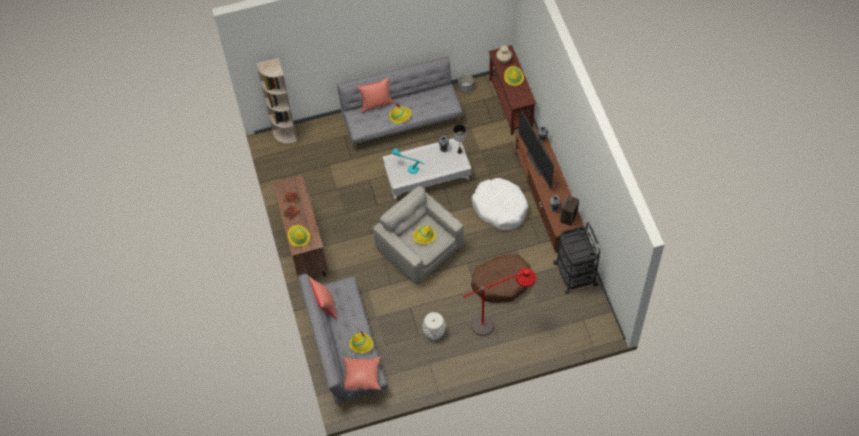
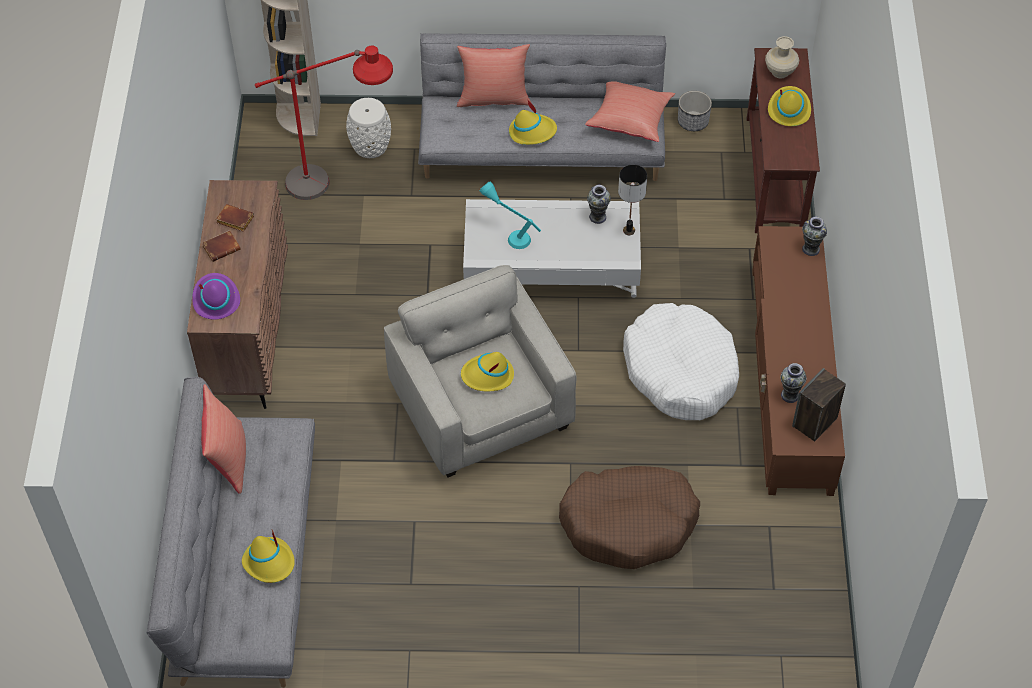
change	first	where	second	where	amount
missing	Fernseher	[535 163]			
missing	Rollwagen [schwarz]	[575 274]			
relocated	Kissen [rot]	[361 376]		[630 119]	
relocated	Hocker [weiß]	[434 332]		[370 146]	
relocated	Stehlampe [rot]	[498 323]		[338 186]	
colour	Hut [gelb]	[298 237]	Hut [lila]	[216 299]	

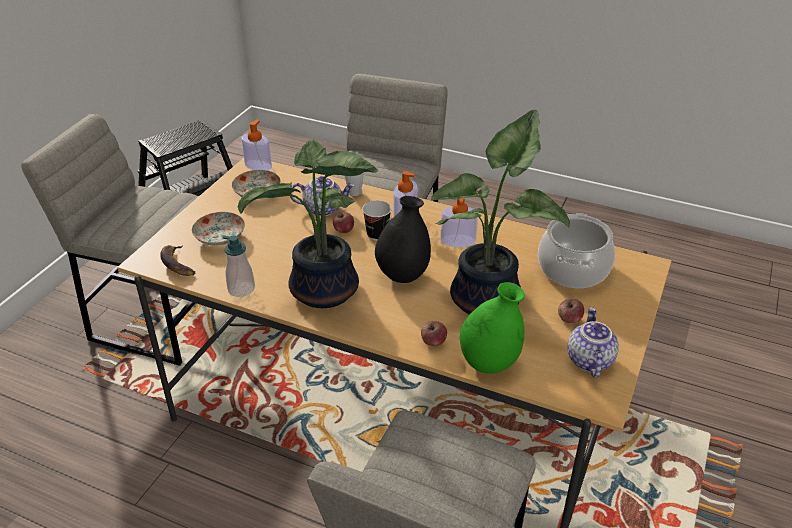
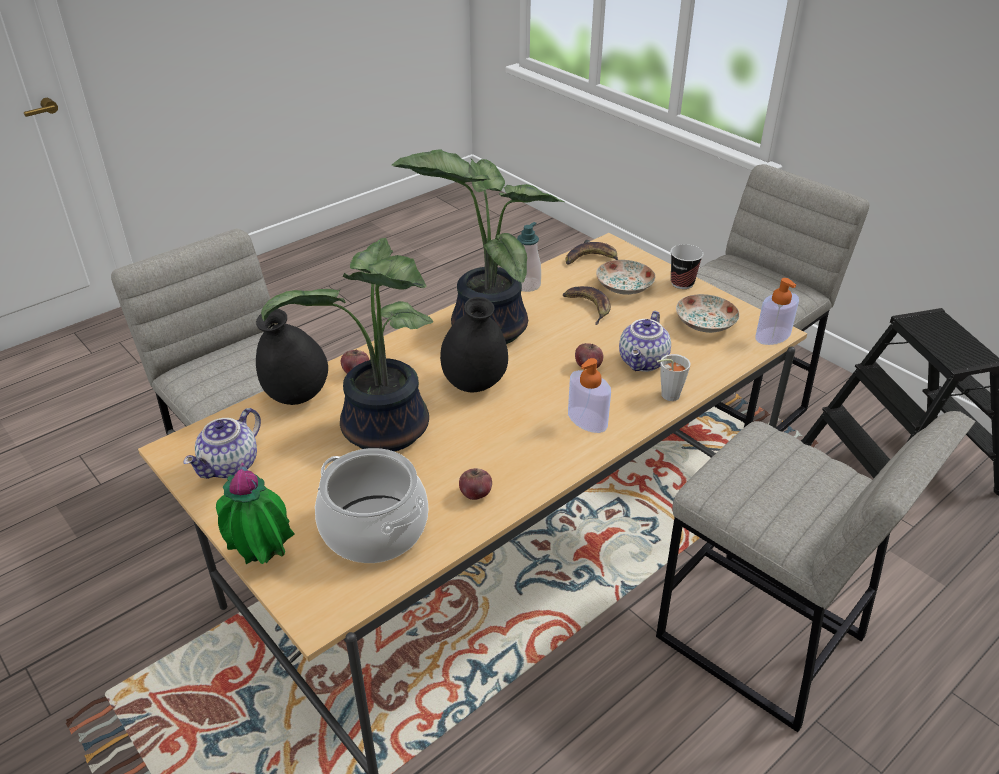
change	first	where	second	where	amount
missing	Seifenspender	[458 241]			
appeared			Topfpflanze	[262 560]	
appeared			Banane	[589 307]	
relocated	Tasse	[377 234]		[682 283]	
relocated	Apfel	[569 319]		[475 494]	
colour	Vase [grün]	[489 362]	Vase [schwarz]	[297 397]	
spun	Teekanne	[588 360]		[231 466]	90 degrees clockwise

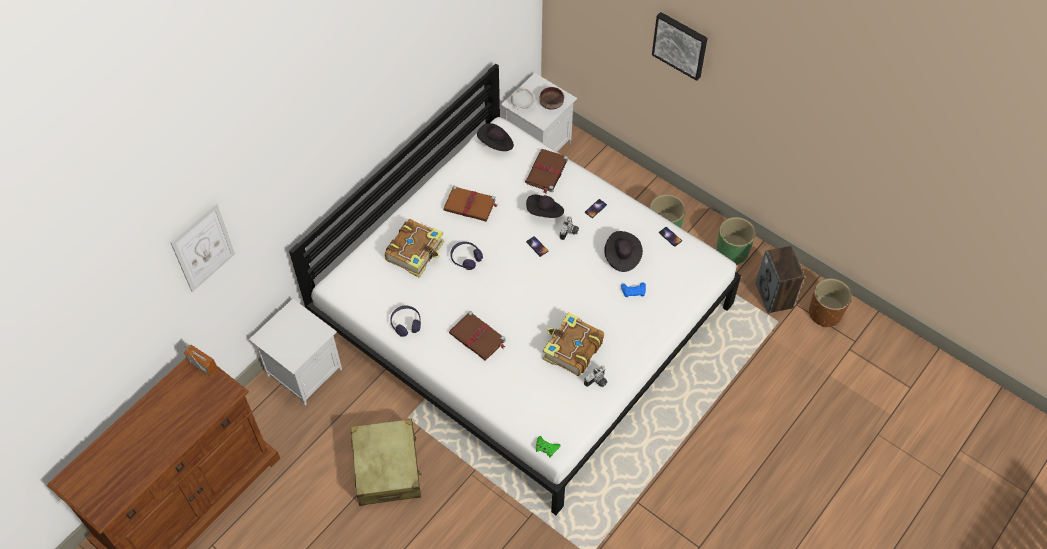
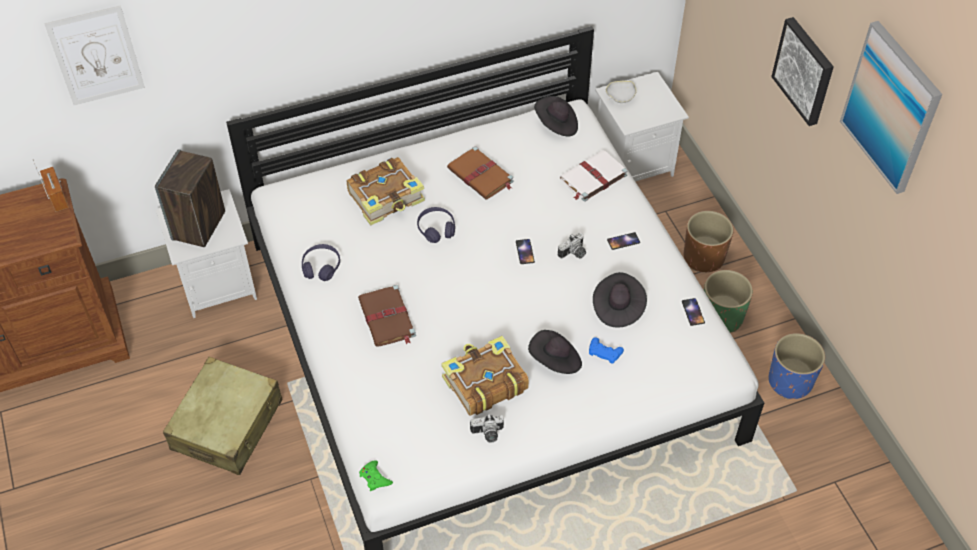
change	first	where	second	where	amount
missing	Schüssel [braun]	[550 103]			
appeared			Bild	[891 107]	
relocated	Hut [schwarz]	[545 213]		[555 361]	
relocated	Lautsprecher	[774 296]		[198 226]	
relocated	Pflanzkübel [braun]	[825 313]		[704 258]	
colour	Buch [braun]	[546 172]	Buch [weiß]	[592 178]	
colour	Pflanzkübel [grün]	[732 252]	Pflanzkübel [blau]	[790 382]	

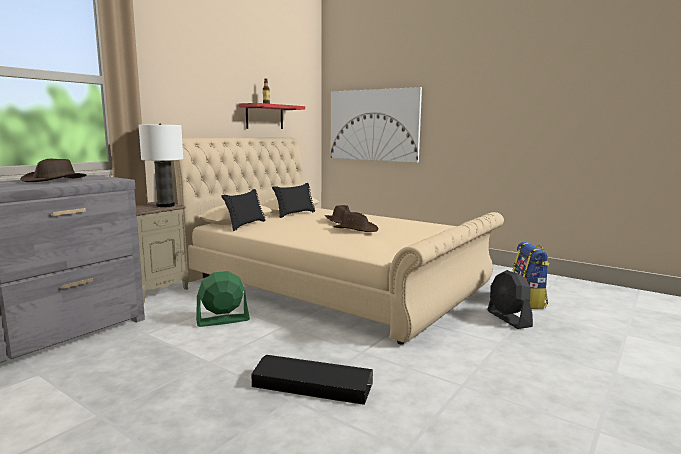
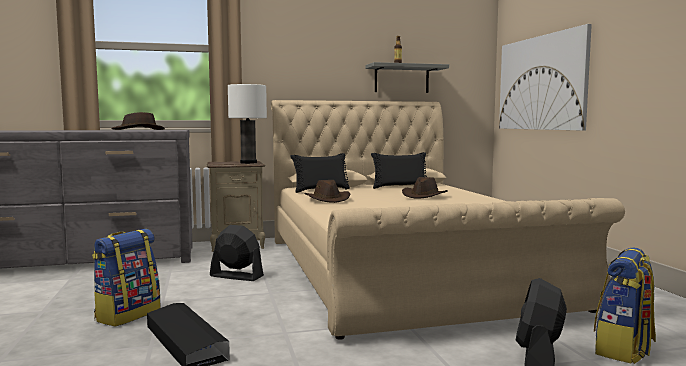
change	first	where	second	where	amount
appeared			Rucksack	[128 314]	
relocated	Hut [braun]	[355 229]		[328 199]	
colour	Ventilator [grün]	[222 320]	Ventilator [schwarz]	[236 276]	
colour	Wandregal [rot]	[264 117]	Wandregal [grau]	[401 79]	

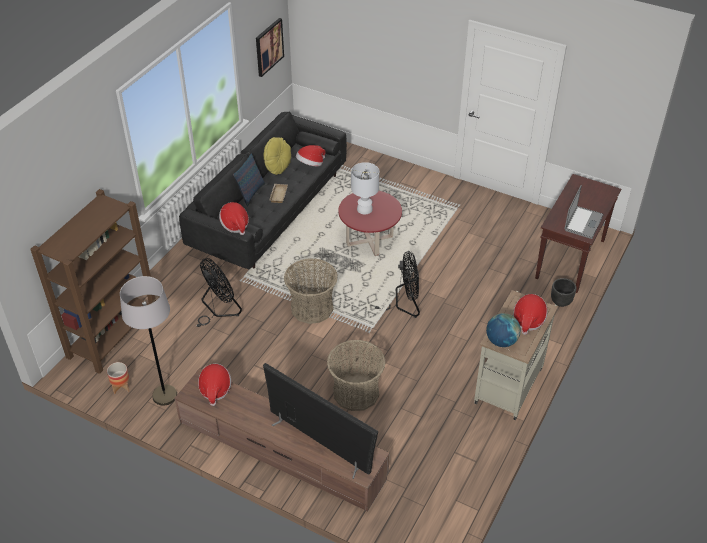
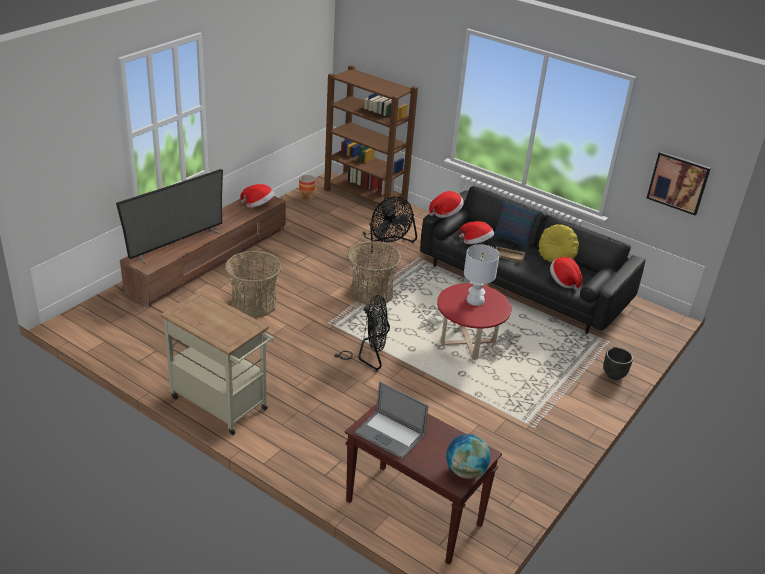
change	first	where	second	where	amount
missing	Stehlampe [grau]	[164 395]			
relocated	Globus	[501 341]		[465 471]	
relocated	Hut	[528 320]		[476 243]	
relocated	Pflanzkübel [schwarz]	[560 302]		[613 375]	
spun	Ventilator [schwarz]	[404 300]		[369 352]	90 degrees counterclockwise

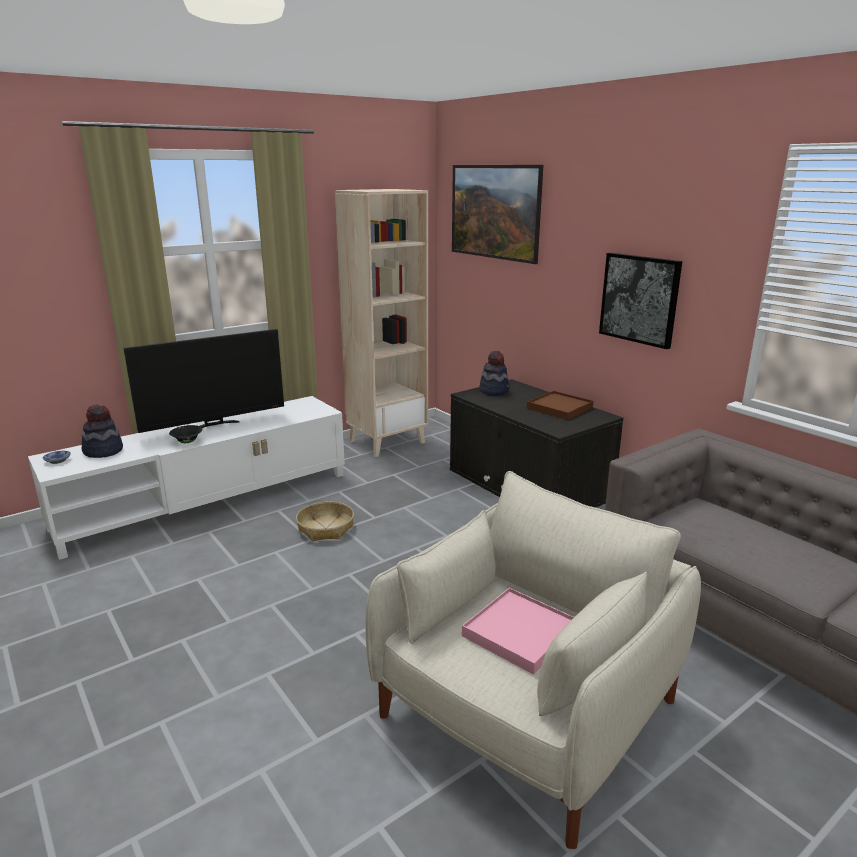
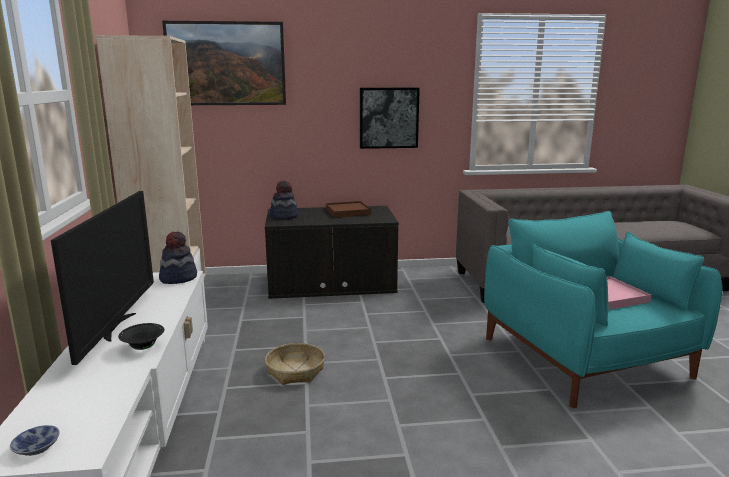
change	first	where	second	where	amount
relocated	Hut	[103 451]		[178 278]	
colour	Sessel [beige]	[528 708]	Sessel [türkis]	[585 357]	

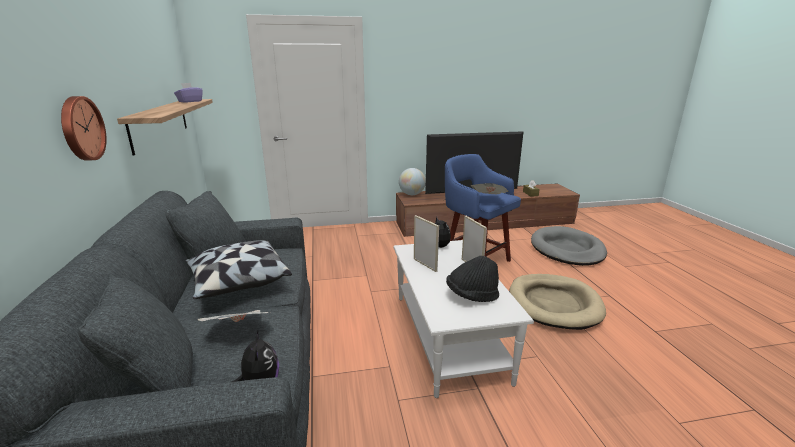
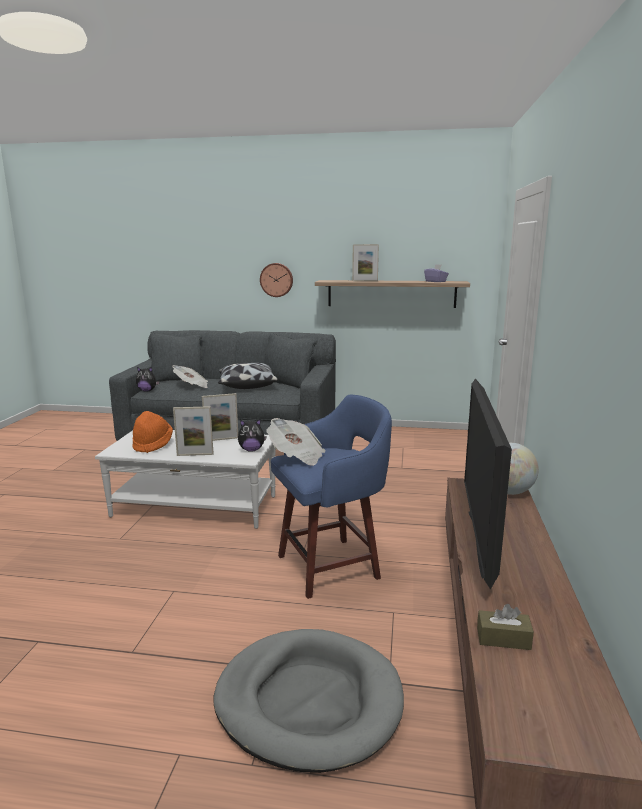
change	first	where	second	where	amount
missing	Hundebett [beige]	[554 304]			
appeared			Bilderrahmen	[365 281]	
colour	Hut [schwarz]	[472 295]	Hut [orange]	[152 445]	

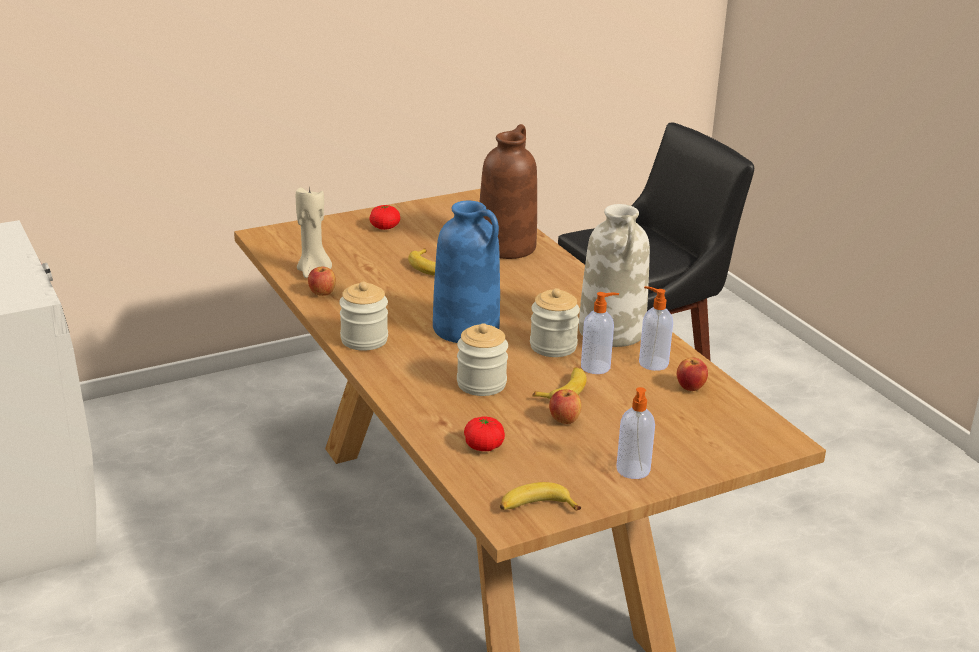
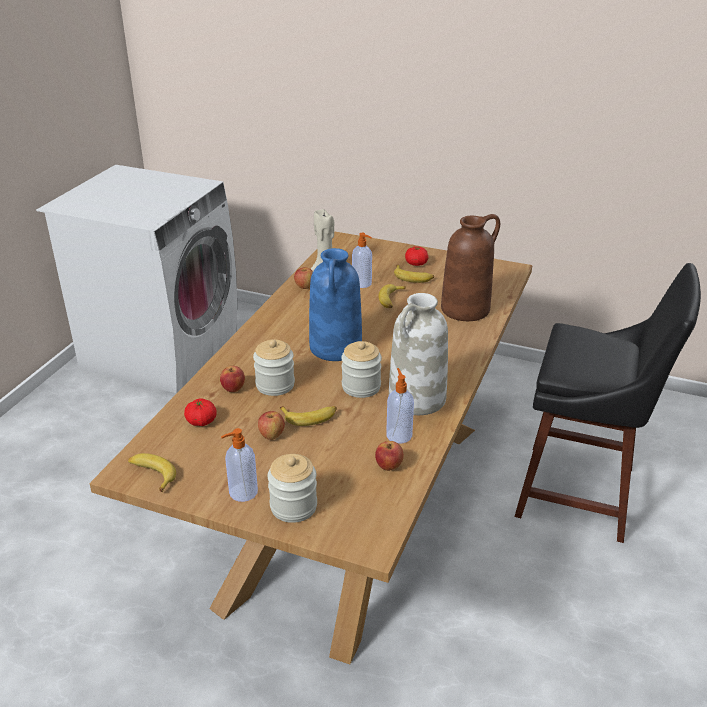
change	first	where	second	where	amount
appeared			Apfel	[233 389]	
appeared			Banane	[413 277]	
relocated	Vorratsglas	[364 340]		[293 506]	
relocated	Seifenspender	[596 367]		[362 283]	

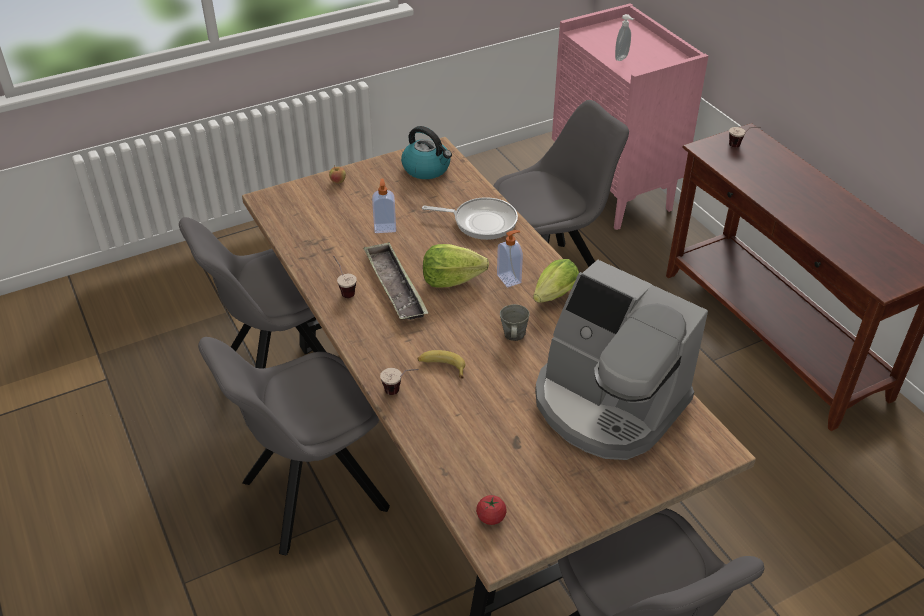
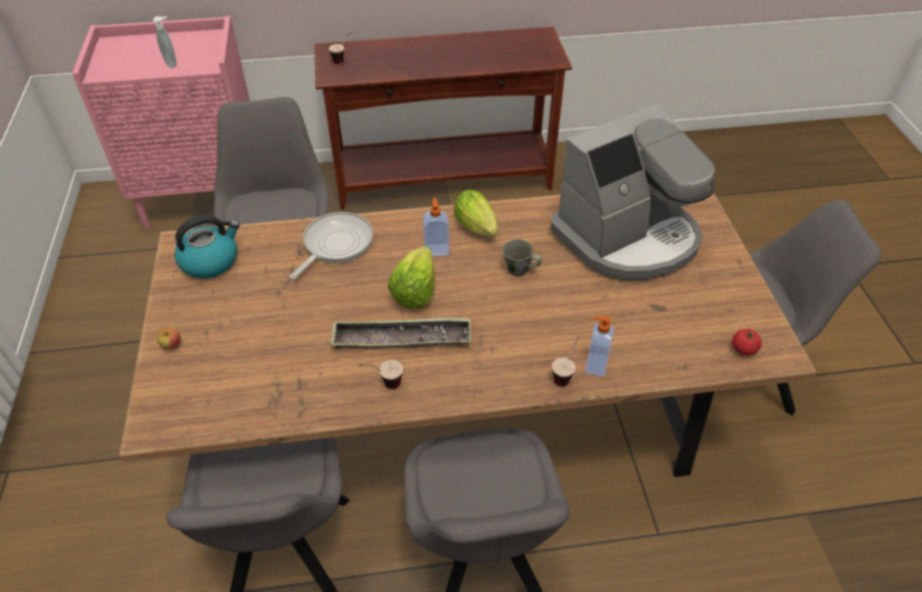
change	first	where	second	where	amount
missing	Banane	[442 366]			
relocated	Seifenspender	[385 227]		[595 364]	

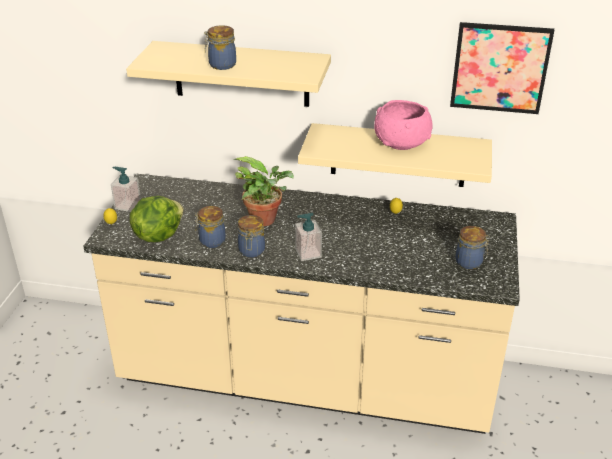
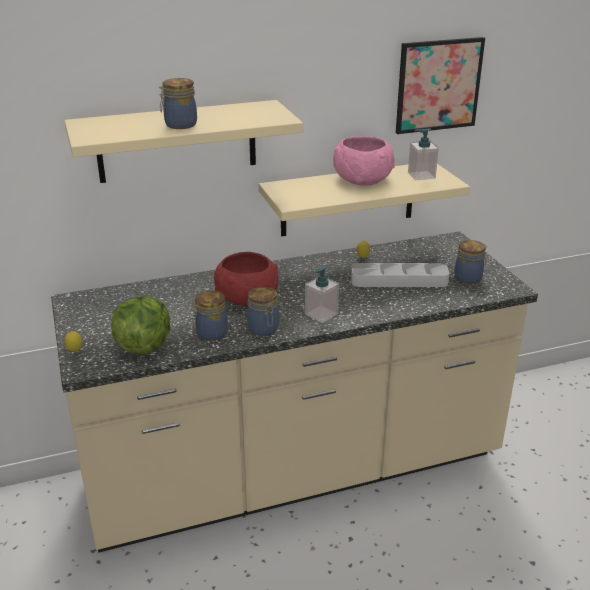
change	first	where	second	where	amount
appeared			Tablett [grau]	[399 280]	
relocated	Seifenspender	[127 205]		[421 175]	
exchanged	Topfpflanze	[266 220]	Schüssel [rot]	[247 297]	

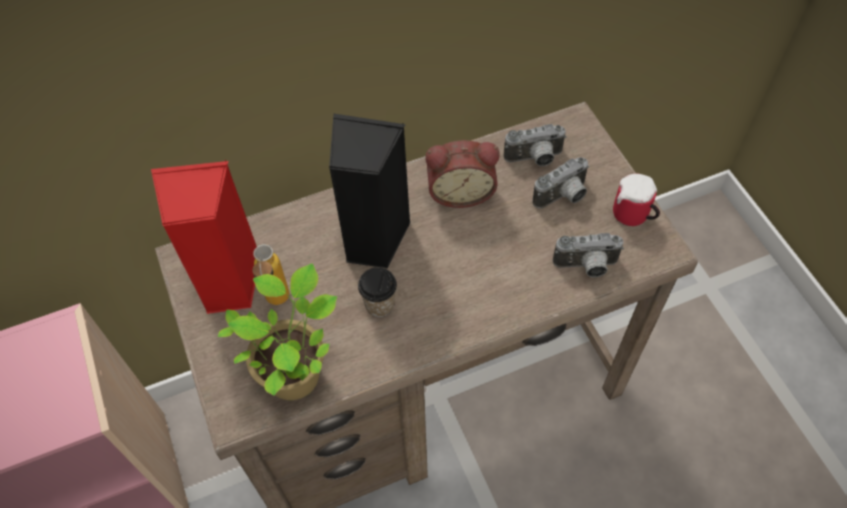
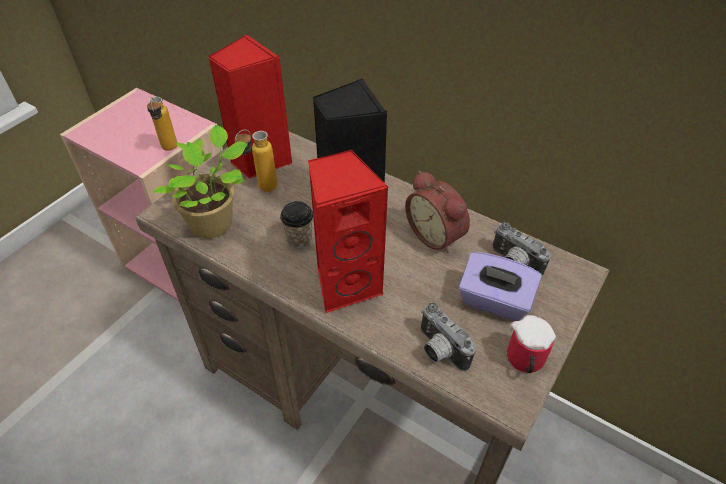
change	first	where	second	where	amount
appeared			Flasche	[169 150]	
appeared			Lautsprecher [rot]	[346 283]	
exchanged	Kamera	[563 197]	Taschentuchbox [lila]	[494 301]	

